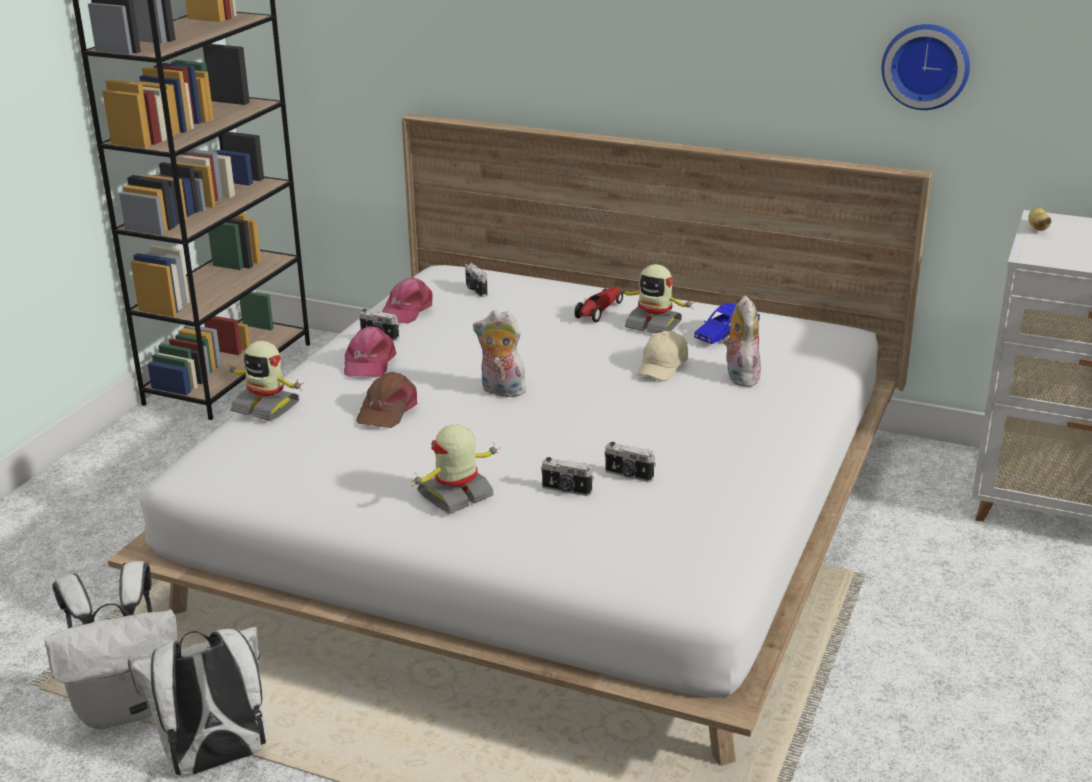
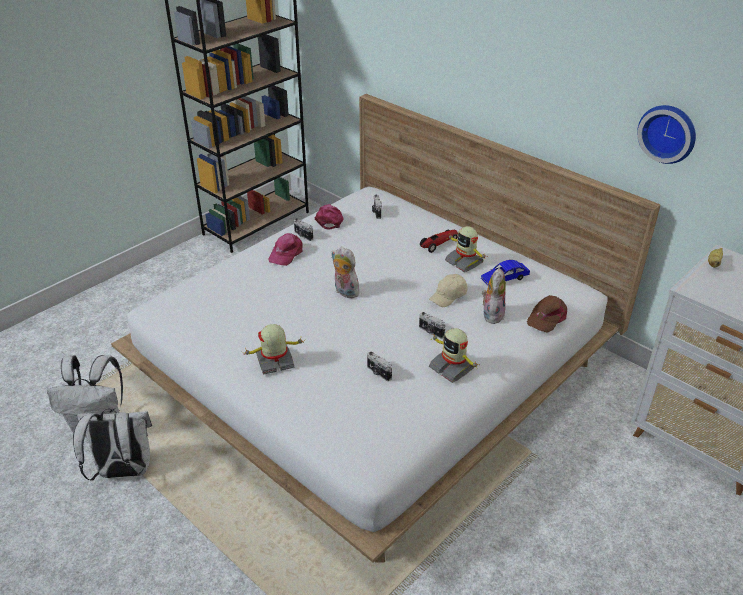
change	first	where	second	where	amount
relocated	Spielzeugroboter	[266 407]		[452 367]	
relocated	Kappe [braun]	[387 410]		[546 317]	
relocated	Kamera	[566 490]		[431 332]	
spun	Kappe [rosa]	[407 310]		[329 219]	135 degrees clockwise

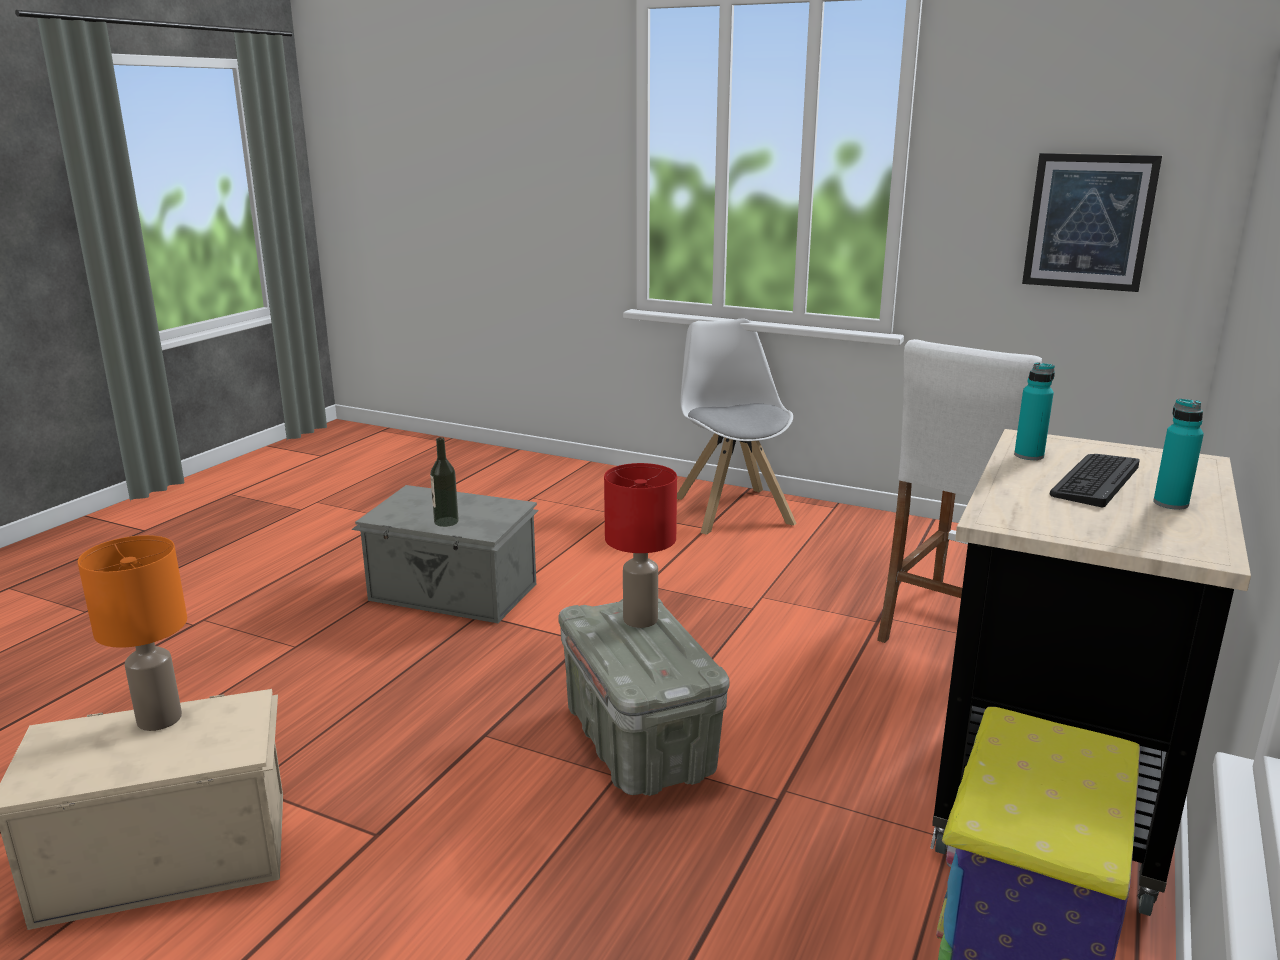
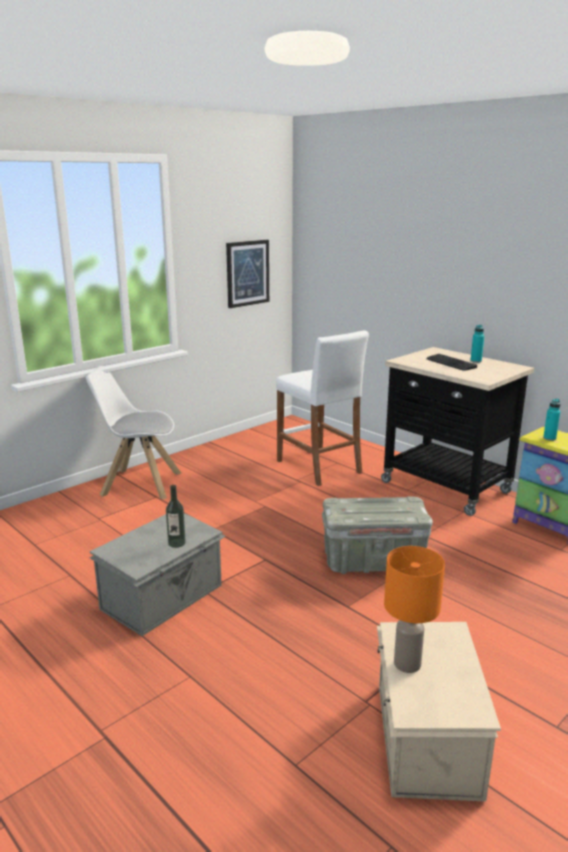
change	first	where	second	where	amount
missing	Tischlampe [rot]	[640 619]			
relocated	Flasche [türkis]	[1029 456]		[549 438]	

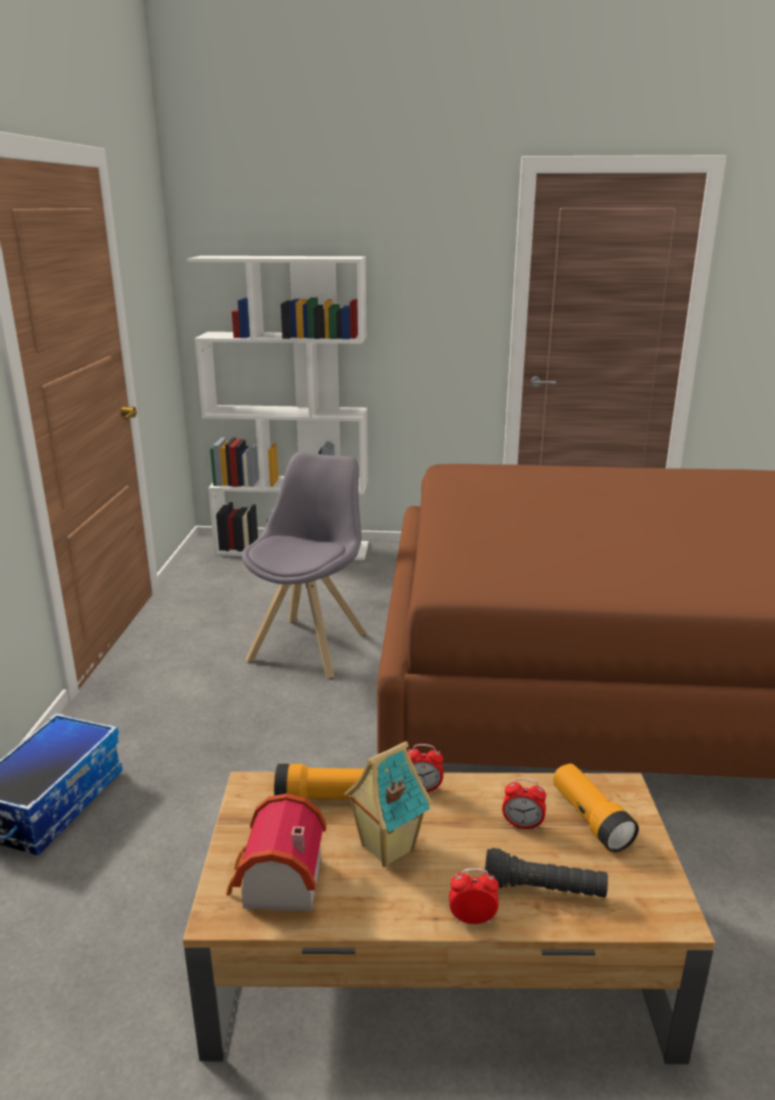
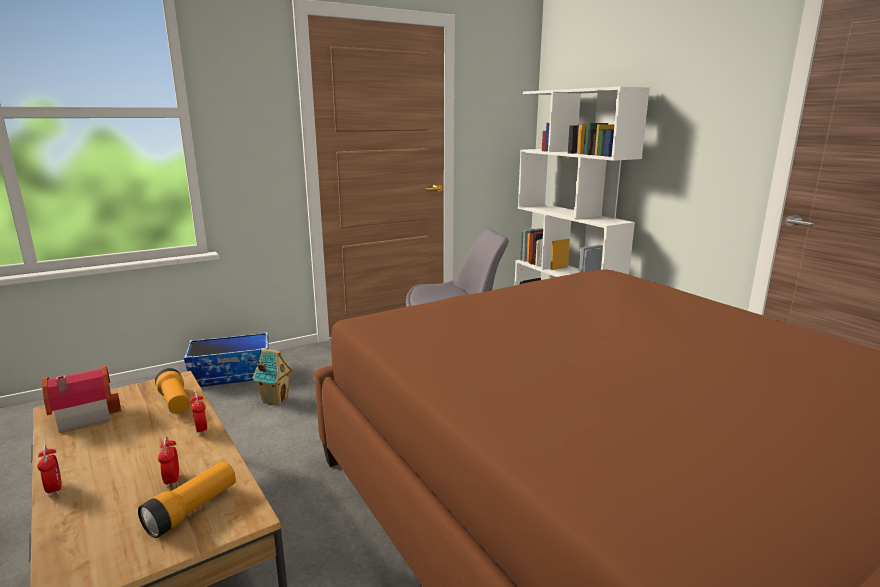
change	first	where	second	where	amount
missing	Taschenlampe [schwarz]	[543 890]			
relocated	Spielzeughaus	[386 848]		[275 399]	

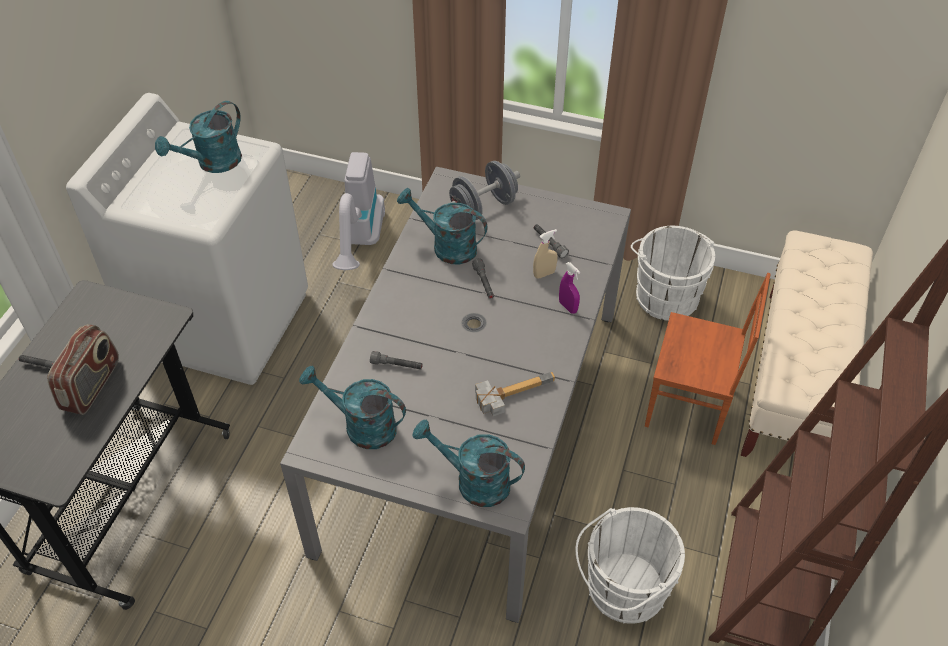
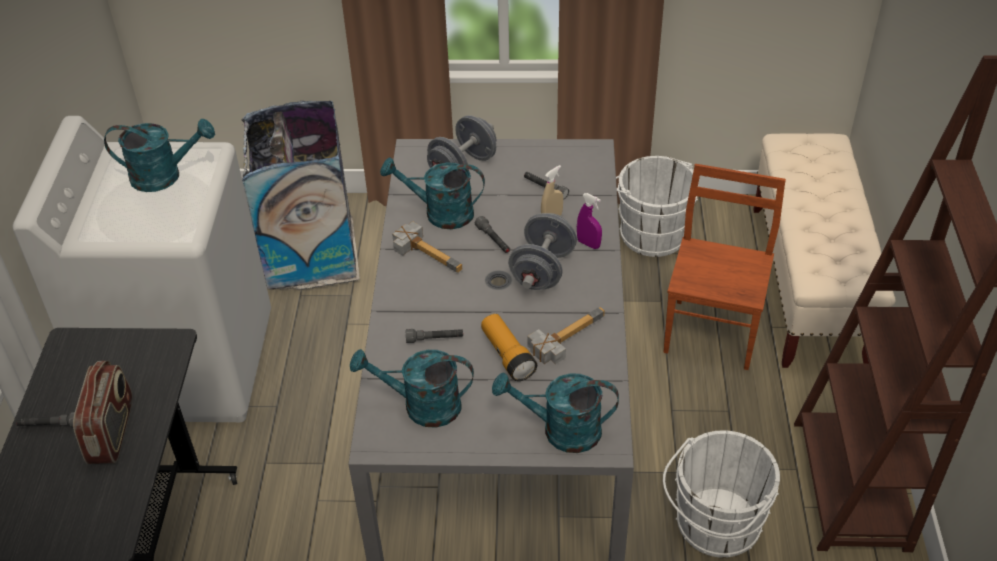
change	first	where	second	where	amount
appeared			Hammer	[430 252]	
appeared			Taschenlampe	[507 355]	
appeared			Hantel [grau]	[542 270]	
exchanged	Staubsauger	[360 243]	Mülleimer	[310 250]	
spun	Gießkanne [türkis]	[212 163]		[165 176]	120 degrees counterclockwise
spun	Stuhl [braun]	[688 406]		[713 333]	75 degrees counterclockwise

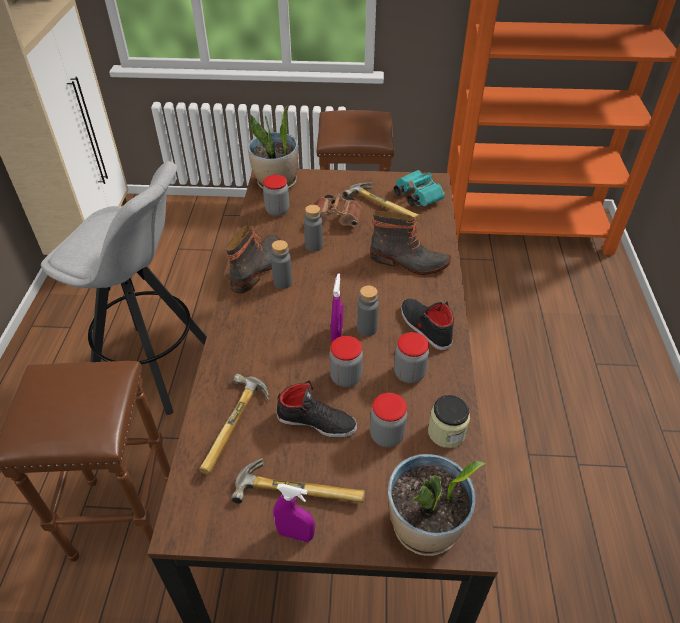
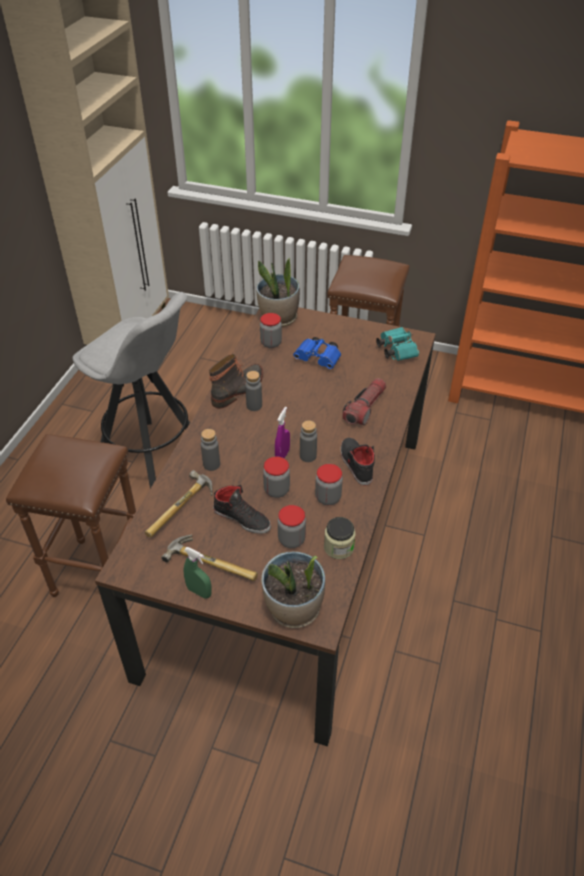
change	first	where	second	where	amount
missing	Hammer	[385 204]			
relocated	Flasche [grau]	[314 246]		[211 464]	
exchanged	Stiefel	[409 262]	Taschenlampe	[365 408]	
colour	Sprühflasche [lila]	[295 534]	Sprühflasche [grün]	[199 592]	
colour	Fernglas [braun]	[338 219]	Fernglas [blau]	[319 359]	

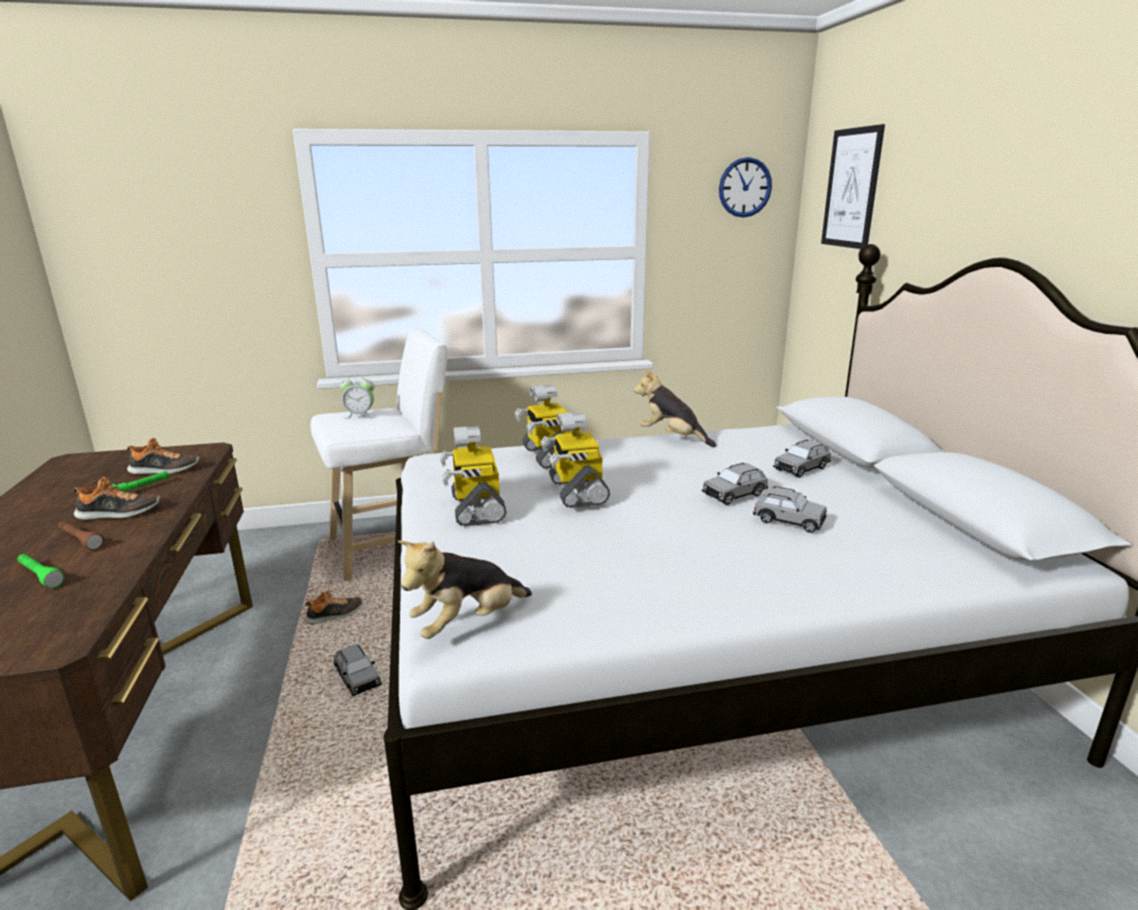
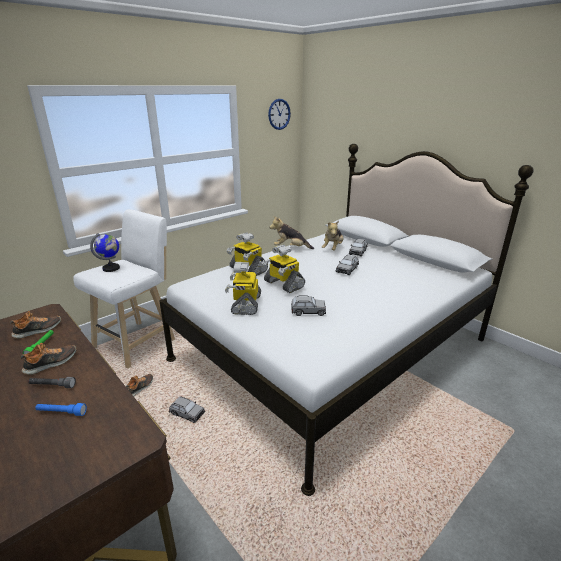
change	first	where	second	where	amount
missing	Bild	[851 188]			
relocated	Plüschtier	[468 623]		[333 248]	
relocated	Spielzeugauto [grau]	[788 521]		[308 311]	
exchanged	Wecker	[360 415]	Globus	[111 268]	
colour	Taschenlampe [grün]	[40 576]	Taschenlampe [blau]	[61 412]	
colour	Taschenlampe [braun]	[80 541]	Taschenlampe [grau]	[52 386]	
spun	Spielzeugroboter	[476 508]		[245 304]	45 degrees clockwise

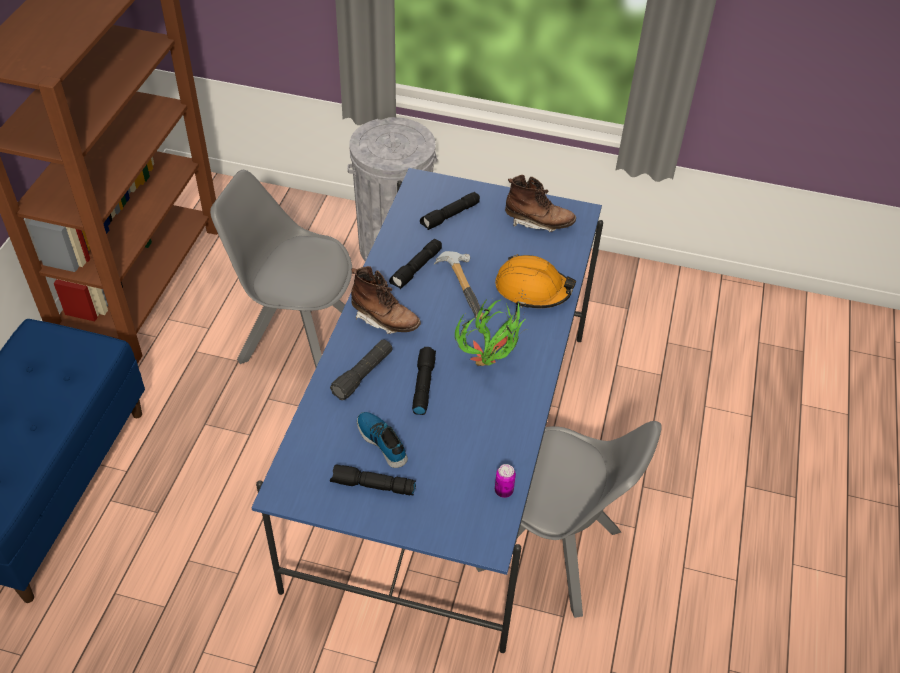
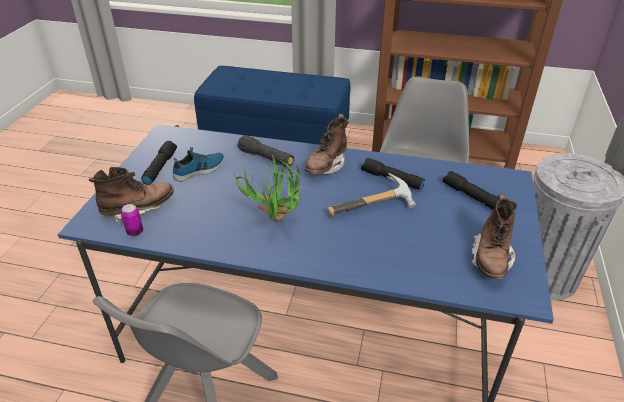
change	first	where	second	where	amount
missing	Taschenlampe [schwarz]	[422 385]			
missing	Schutzhelm [orange]	[532 289]			
appeared			Stiefel [braun]	[138 209]	

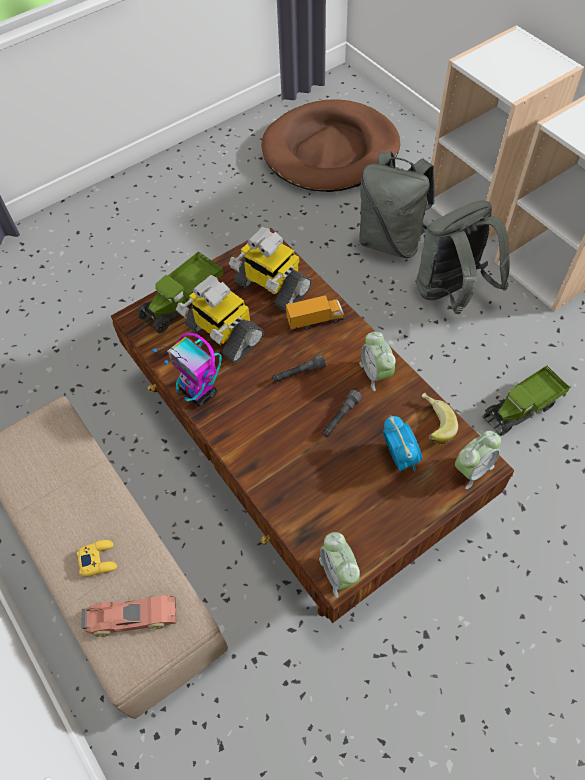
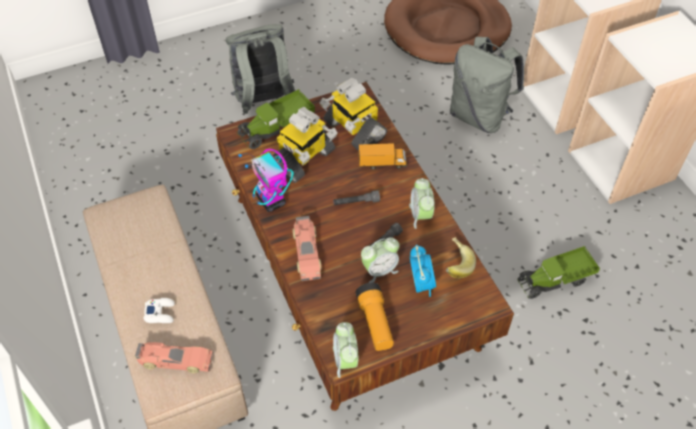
change	first	where	second	where	amount
appeared			Spielzeugauto	[307 253]	
appeared			Taschenlampe	[375 323]	
relocated	Rucksack [grau]	[451 293]		[263 102]	
relocated	Wecker	[472 469]		[379 270]	
colour	Gamepad [gelb]	[98 559]	Gamepad [weiß]	[160 313]	
spun	Spielzeugroboter	[223 334]		[303 159]	105 degrees counterclockwise

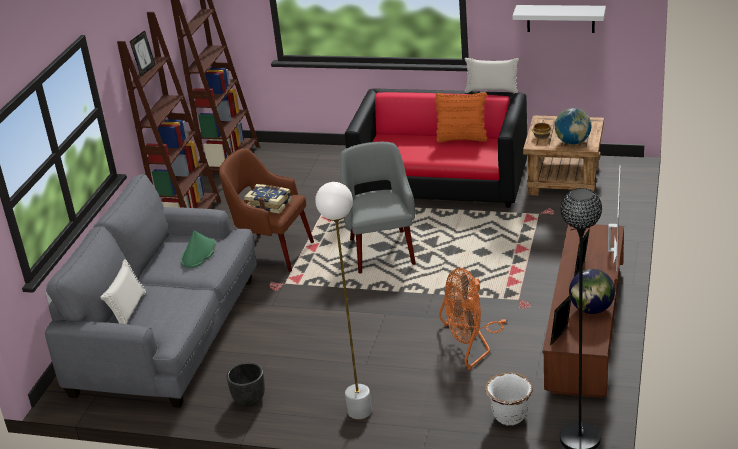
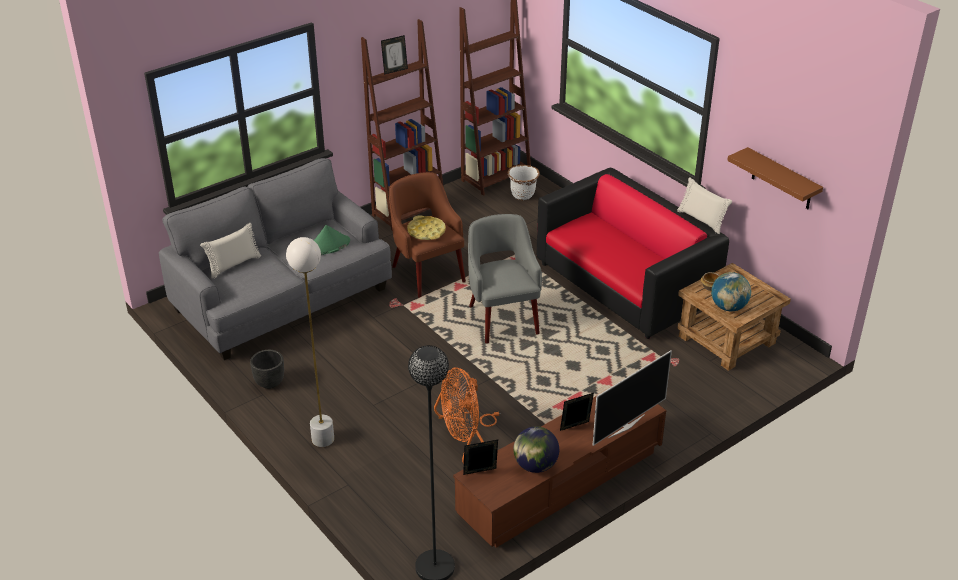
change	first	where	second	where	amount
missing	Kissen [orange]	[462 138]			
relocated	Pflanzkübel [weiß]	[509 416]		[522 195]	
exchanged	Buch	[269 204]	Tablett [gelb]	[426 231]	
colour	Wandregal [weiß]	[560 18]	Wandregal [braun]	[782 180]	
spun	Sessel [grau]	[381 250]		[502 318]	45 degrees counterclockwise
spun	Ventilator [orange]	[471 341]		[466 435]	45 degrees counterclockwise

